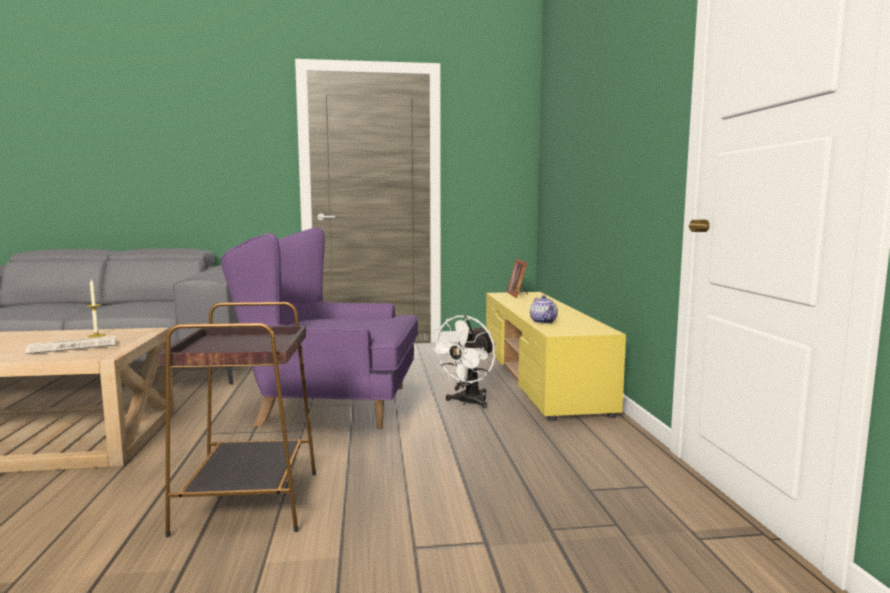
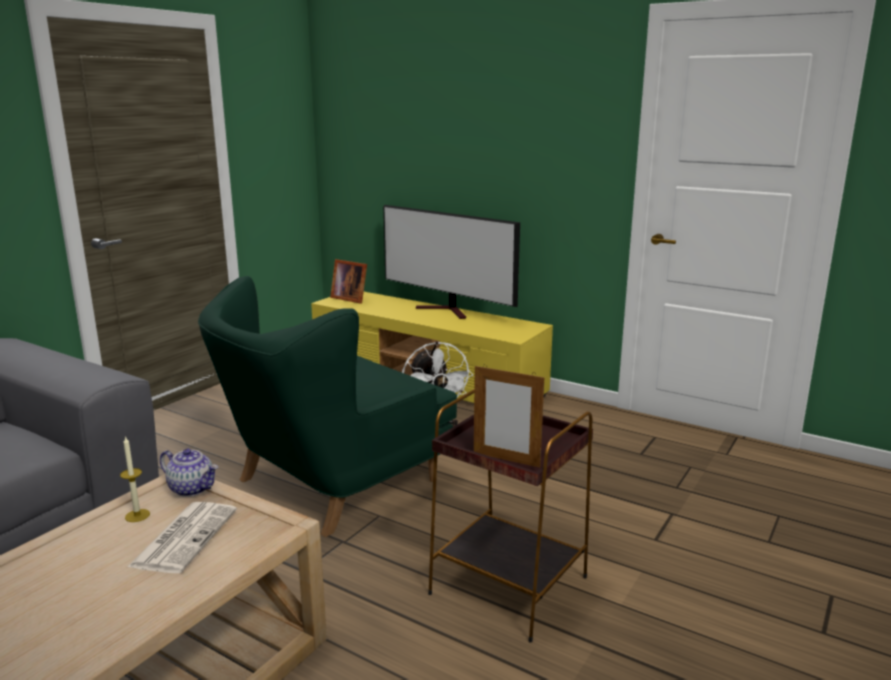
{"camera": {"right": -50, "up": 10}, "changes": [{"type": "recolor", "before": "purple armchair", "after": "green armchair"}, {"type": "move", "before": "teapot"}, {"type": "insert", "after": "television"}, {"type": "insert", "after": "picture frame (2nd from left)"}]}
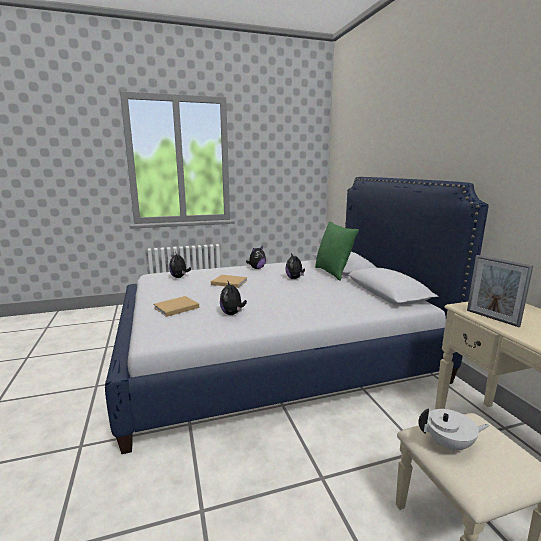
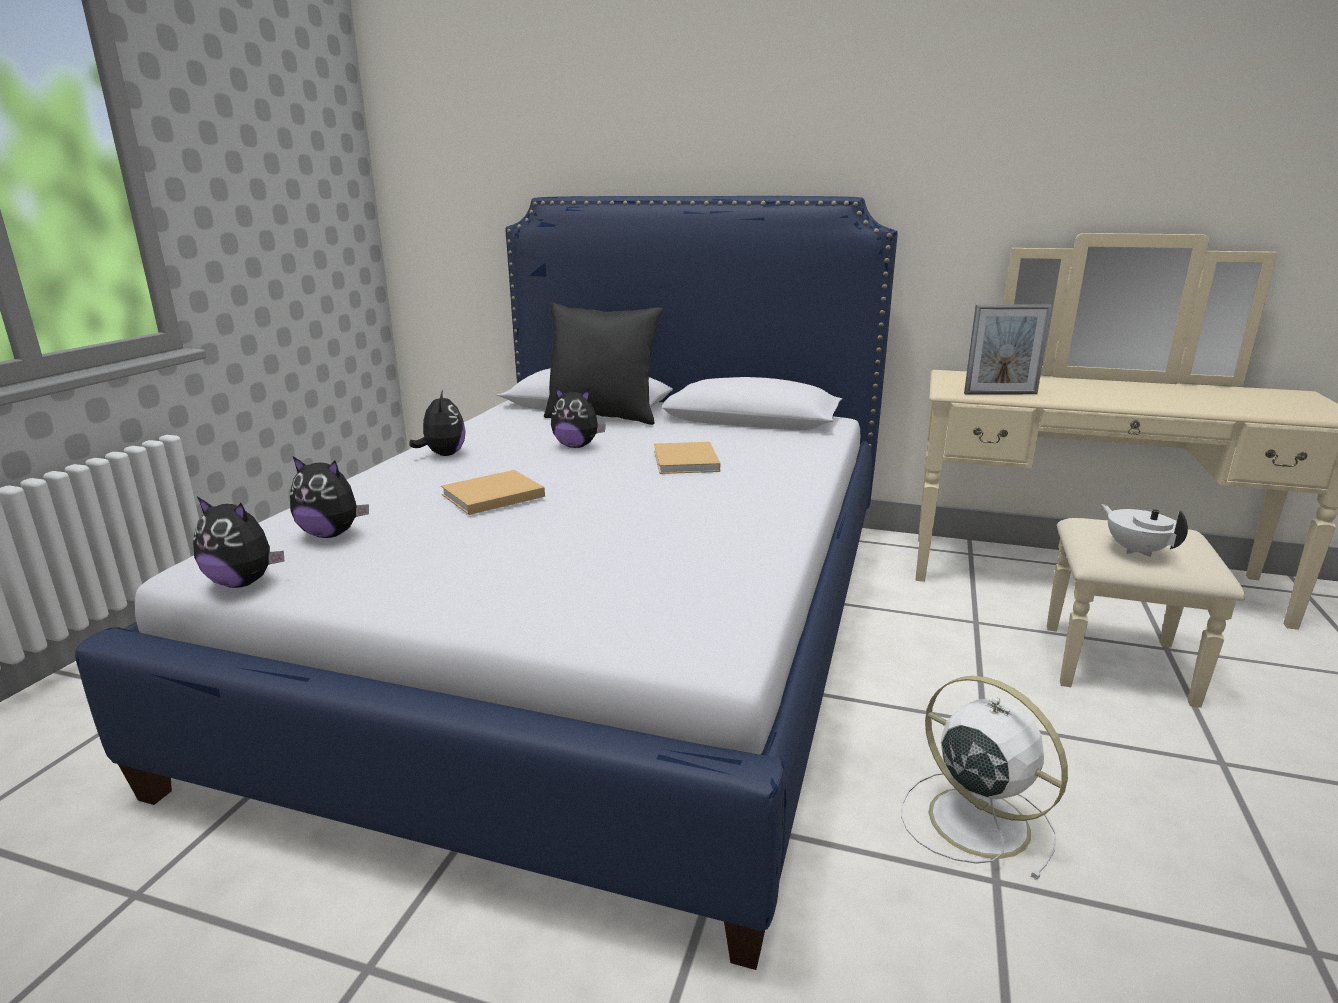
{"camera": {"right": -55, "up": 5}, "changes": [{"type": "recolor", "before": "green pillow", "after": "black pillow"}, {"type": "move", "before": "plush toy (2nd from left in the first image)", "after": "plush toy (1st from left)"}, {"type": "move", "before": "beige book (1st from left in the first image)", "after": "beige book (2nd from left)"}, {"type": "rotate", "before": "white teapot", "turn": -60}, {"type": "insert", "after": "white fan"}]}
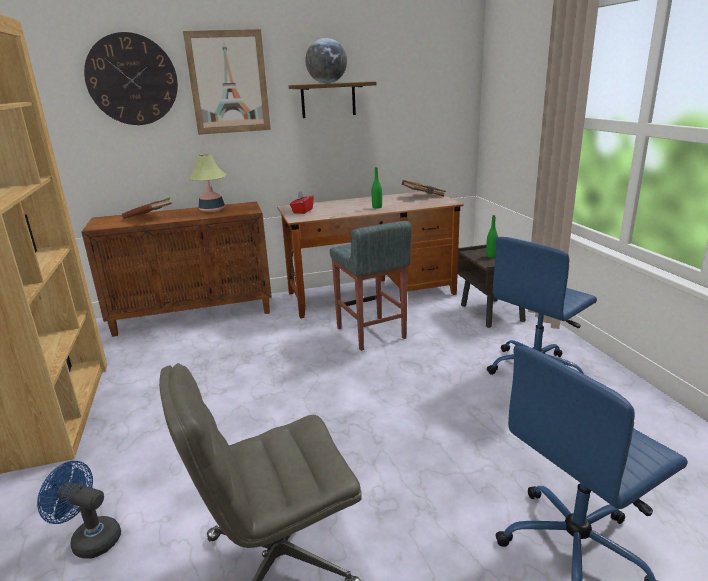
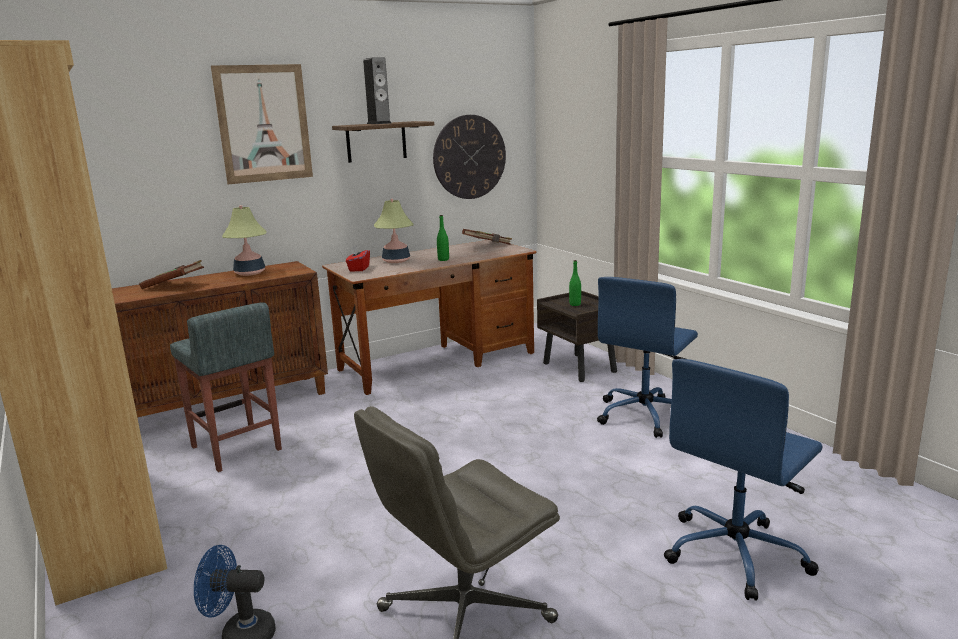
{"camera": {"right": -15, "up": -5}, "changes": [{"type": "move", "before": "wall clock"}, {"type": "replace", "before": "globe", "after": "speaker"}, {"type": "move", "before": "grey stool"}, {"type": "insert", "after": "table lamp (2nd from left)"}]}
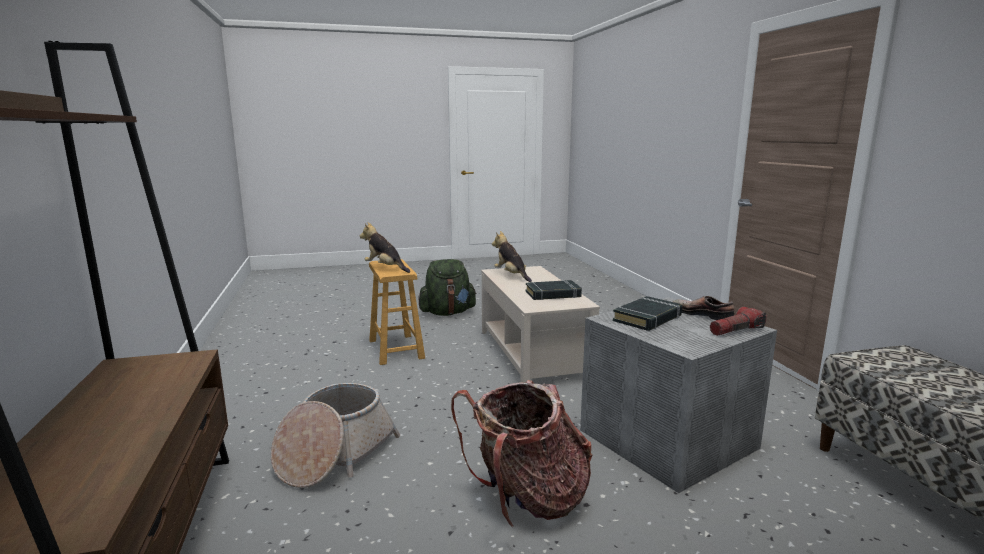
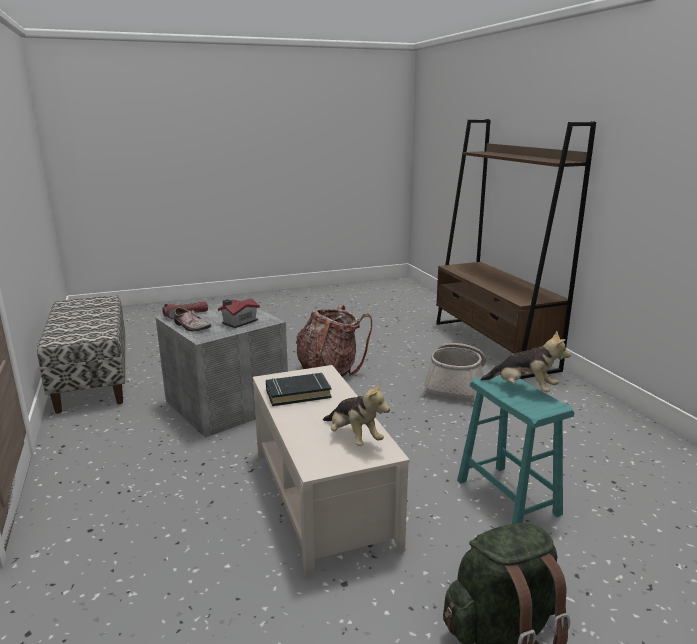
{"camera": {"right": 175, "up": 5}, "changes": [{"type": "recolor", "before": "brown stool", "after": "turquoise stool"}, {"type": "replace", "before": "black book (2nd from left)", "after": "toy house"}]}
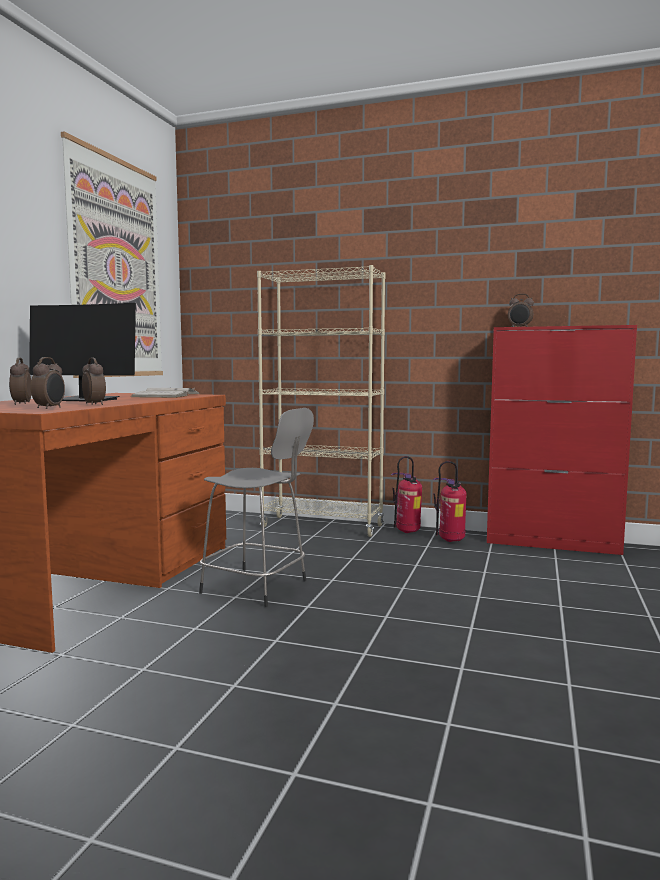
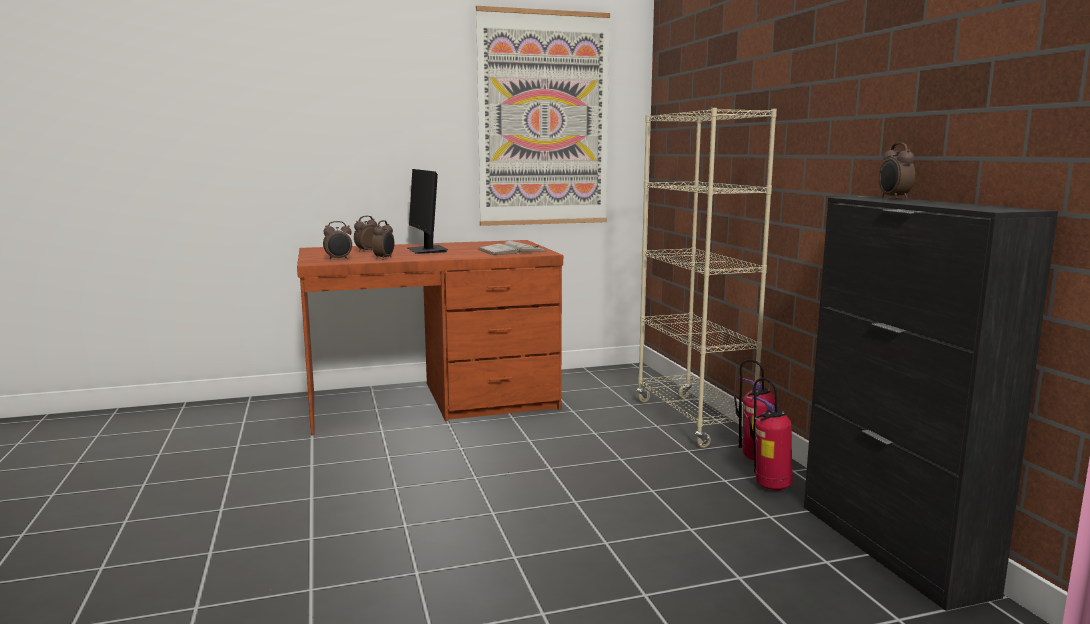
{"camera": {"right": 55, "up": 5}, "changes": [{"type": "recolor", "before": "red cabinet", "after": "black cabinet"}, {"type": "delete", "before": "grey stool"}]}
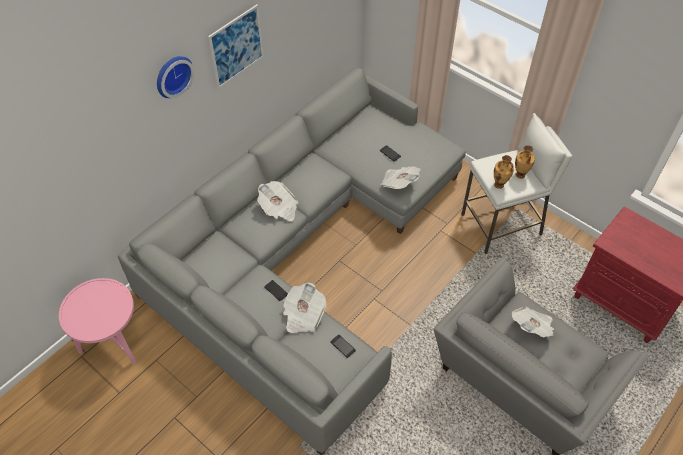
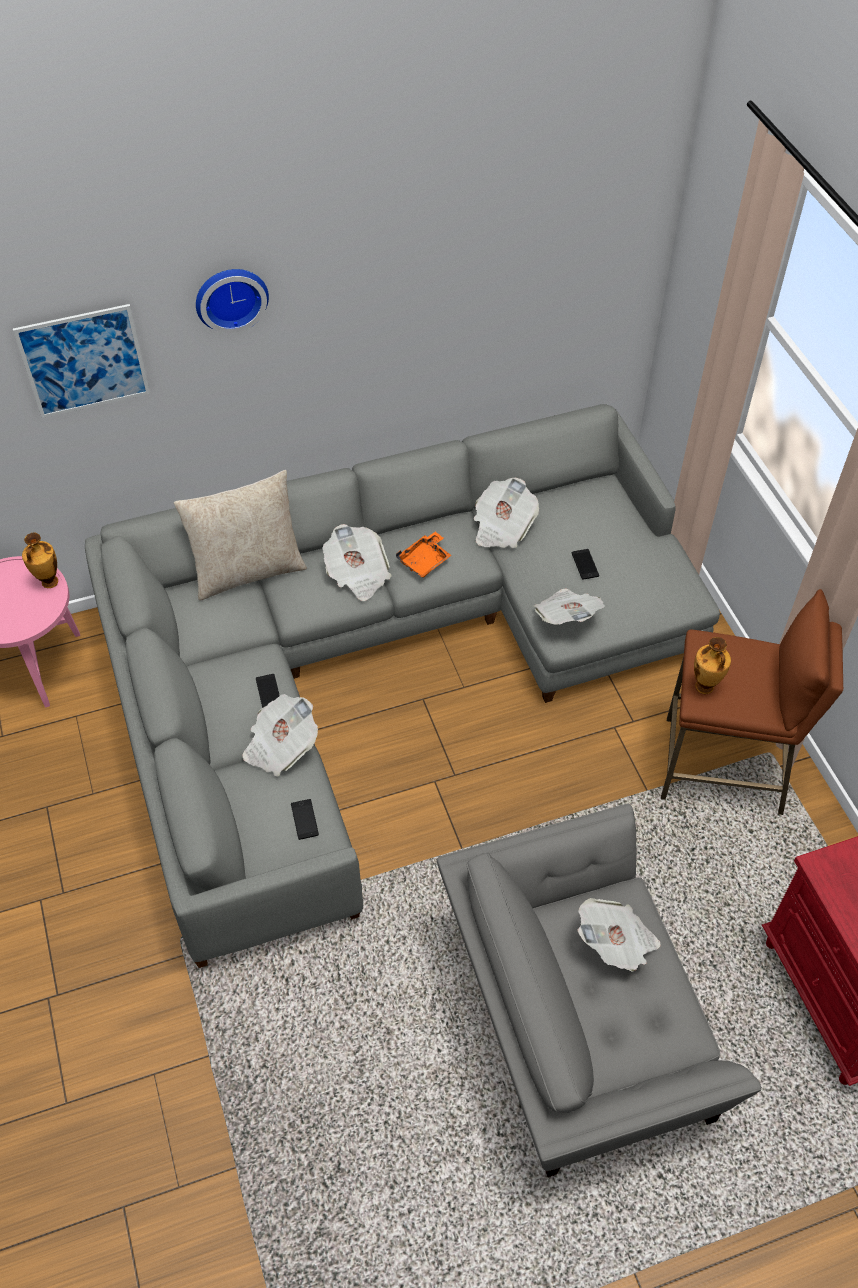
{"camera": {"right": 30, "up": 0}, "changes": [{"type": "move", "before": "picture"}, {"type": "recolor", "before": "white stool", "after": "brown stool"}, {"type": "move", "before": "vase (2nd from left in the first image)", "after": "vase (1st from left)"}, {"type": "insert", "after": "beige pillow"}, {"type": "insert", "after": "newspaper (3rd from left)"}, {"type": "insert", "after": "orange tray"}]}
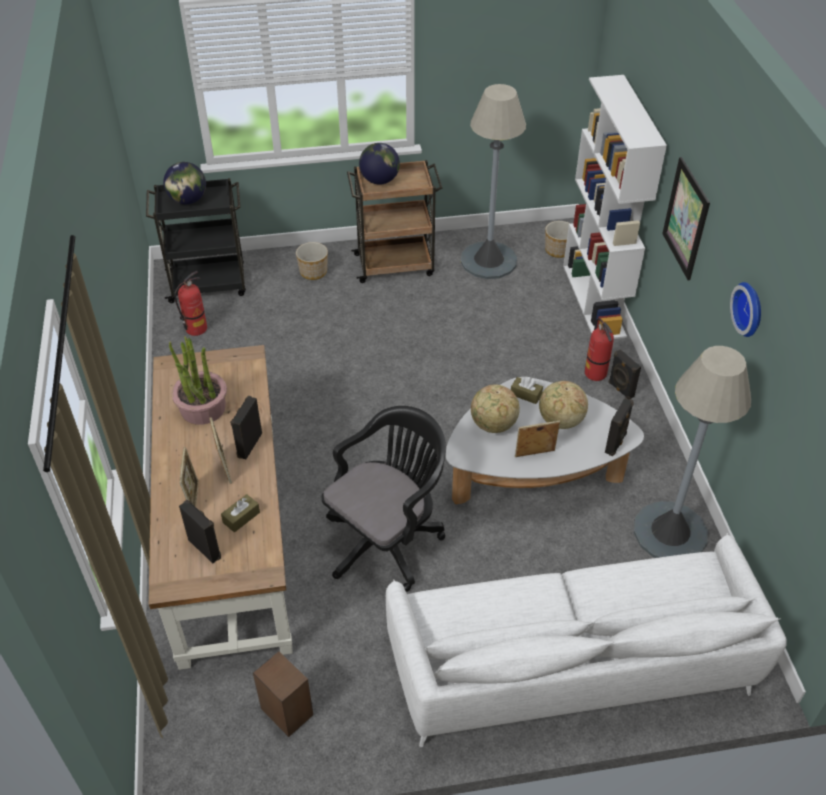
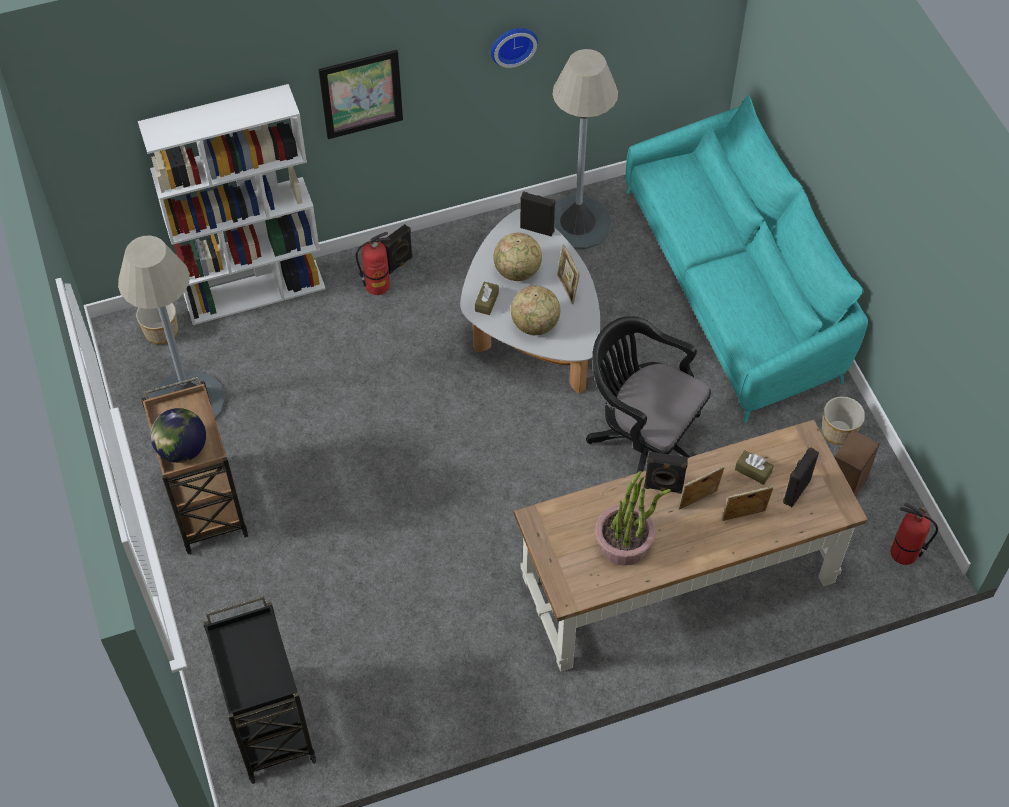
{"camera": {"right": -100, "up": 10}, "changes": [{"type": "delete", "before": "globe (1st from left)"}, {"type": "move", "before": "planter (1st from left in the first image)", "after": "planter (2nd from left)"}, {"type": "move", "before": "fire extinguisher (1st from left in the first image)", "after": "fire extinguisher (2nd from left)"}, {"type": "recolor", "before": "white sofa", "after": "turquoise sofa"}]}
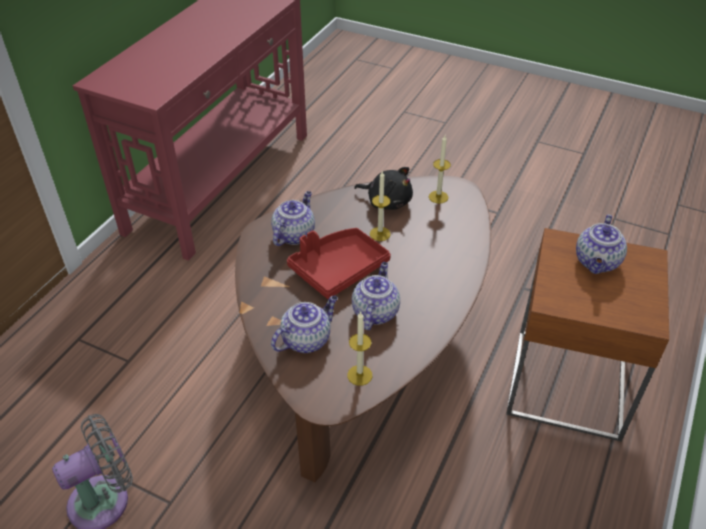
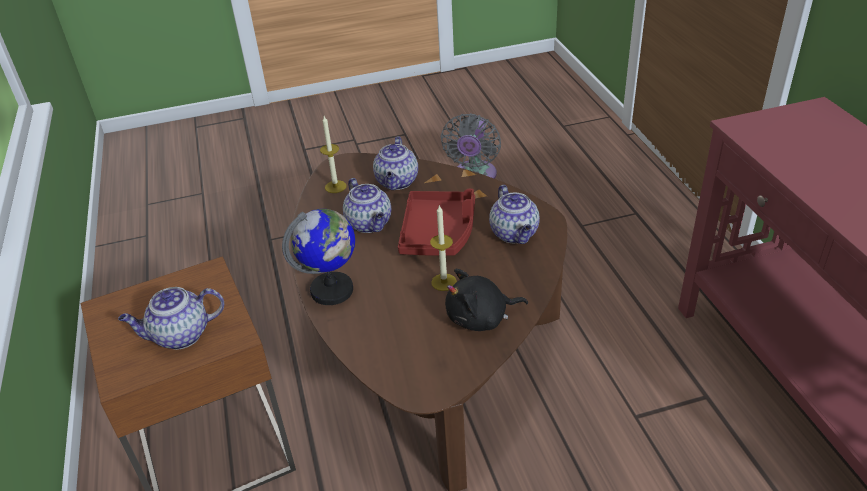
{"camera": {"right": 140, "up": -5}, "changes": [{"type": "delete", "before": "candle (3rd from left)"}, {"type": "rotate", "before": "teapot (4th from left in the first image)", "turn": -90}, {"type": "insert", "after": "globe"}]}
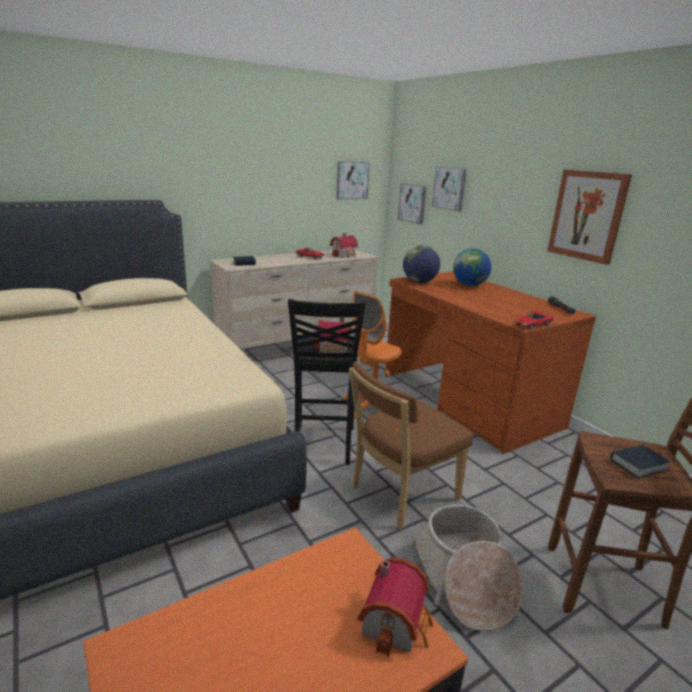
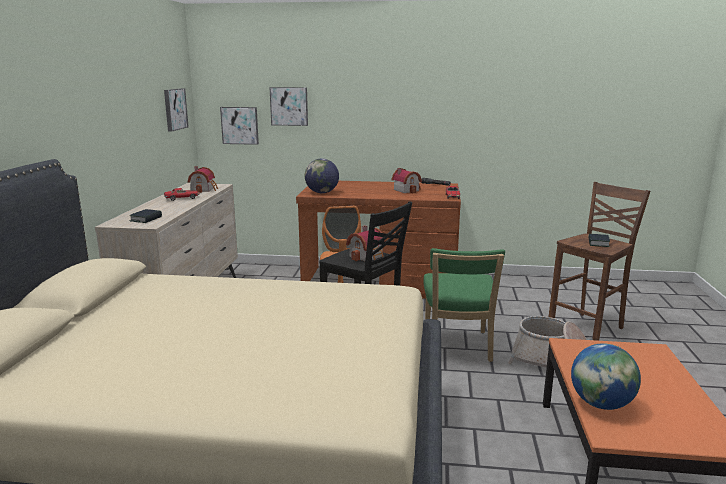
{"camera": {"right": -50, "up": -5}, "changes": [{"type": "delete", "before": "picture (4th from left)"}, {"type": "move", "before": "globe (2nd from left)"}, {"type": "recolor", "before": "brown chair", "after": "green chair"}, {"type": "move", "before": "toy house (3rd from left)"}]}
